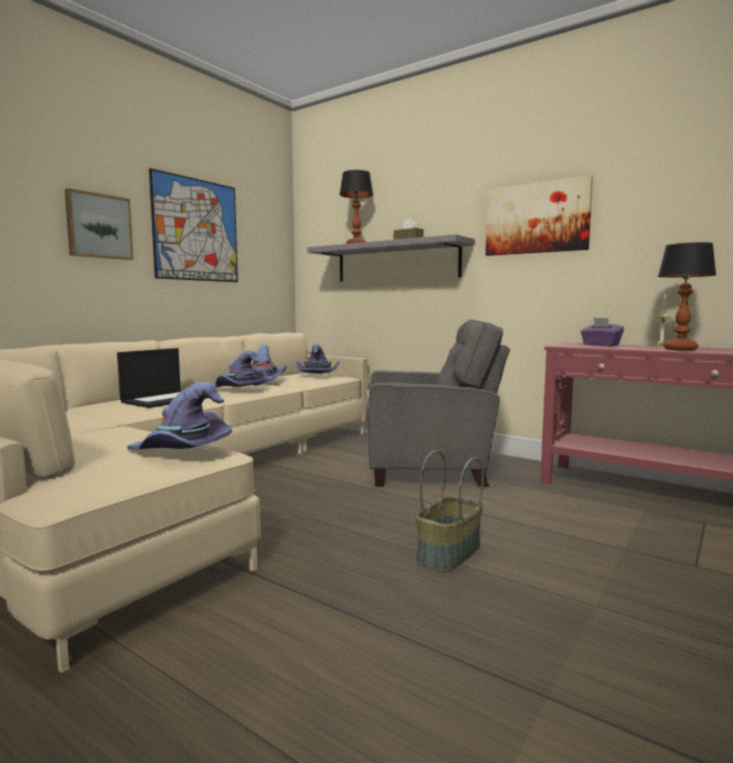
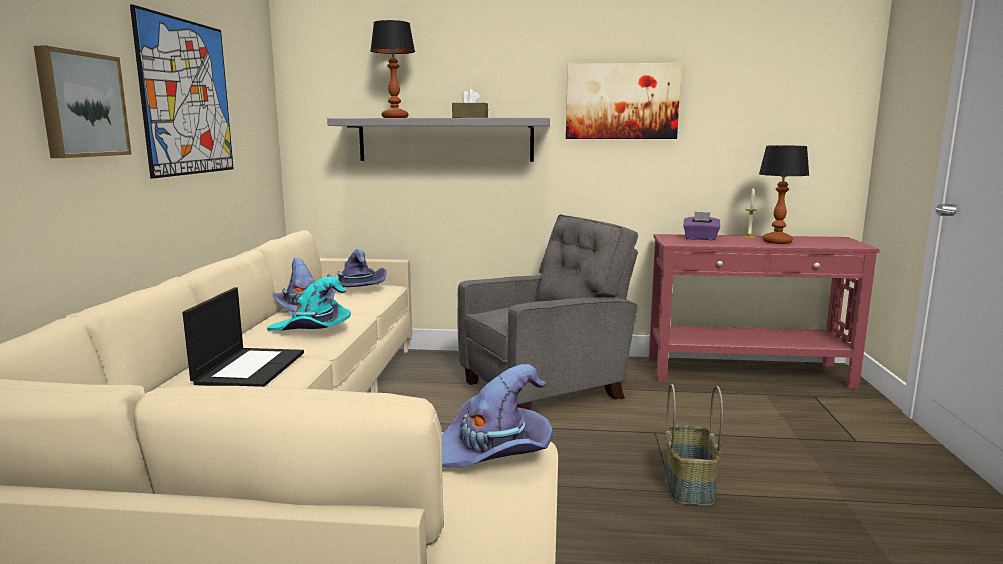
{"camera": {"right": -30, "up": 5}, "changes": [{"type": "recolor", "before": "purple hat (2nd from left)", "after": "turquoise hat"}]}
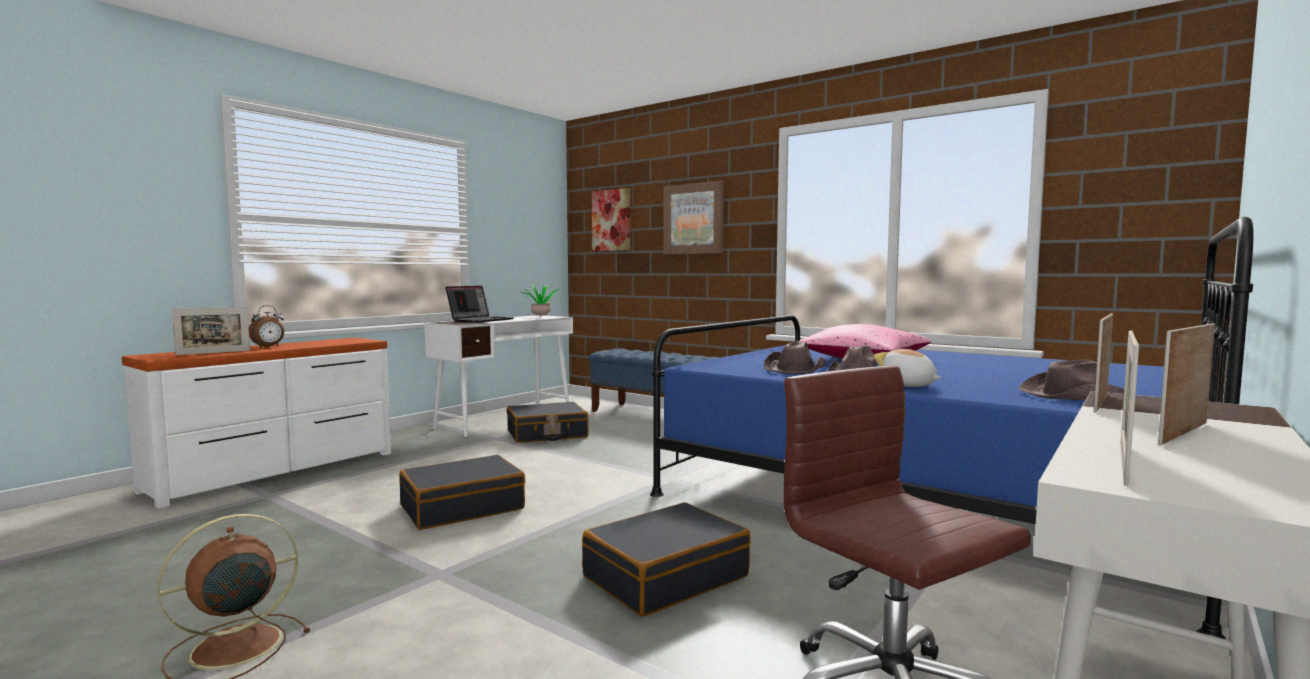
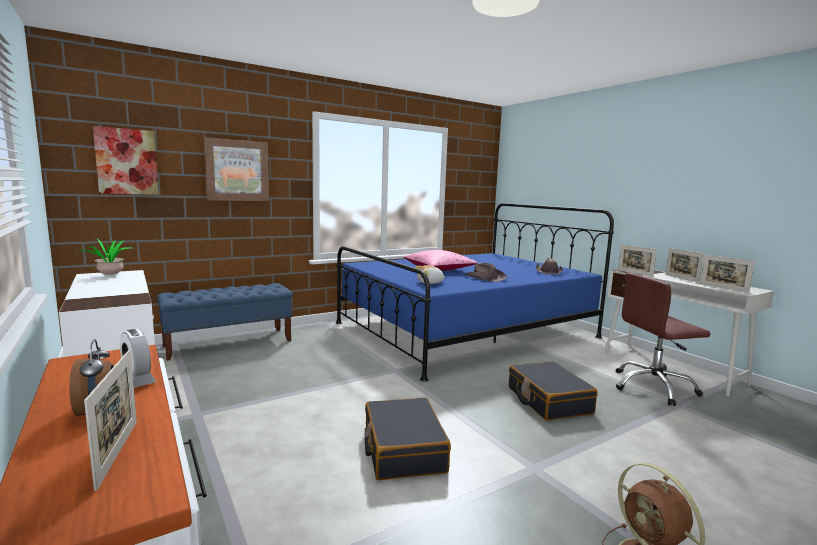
{"camera": {"right": -70, "up": 5}, "changes": [{"type": "delete", "before": "laptop"}, {"type": "delete", "before": "brown hat (1st from left)"}, {"type": "move", "before": "plush toy"}, {"type": "delete", "before": "black suitcase (2nd from left)"}, {"type": "insert", "after": "alarm clock (2nd from left)"}]}
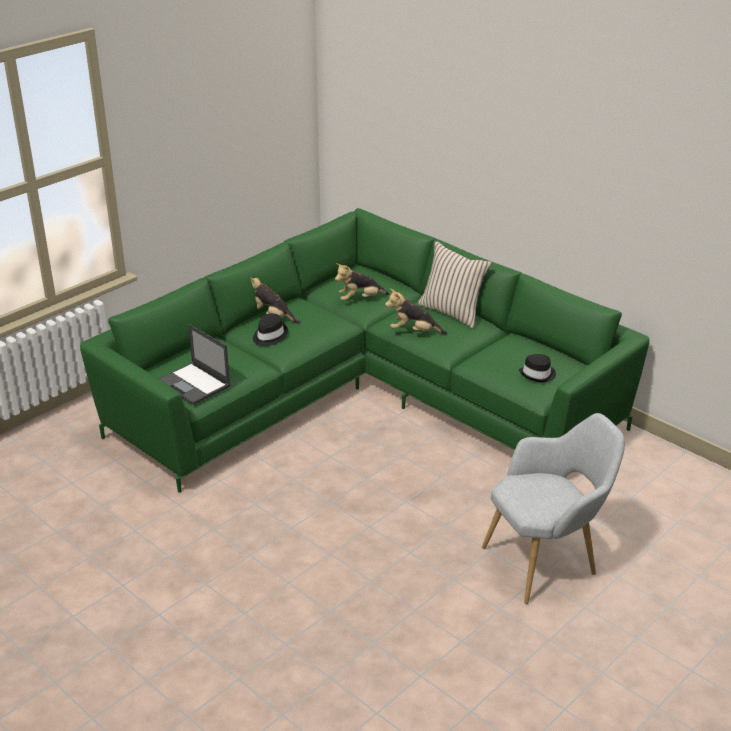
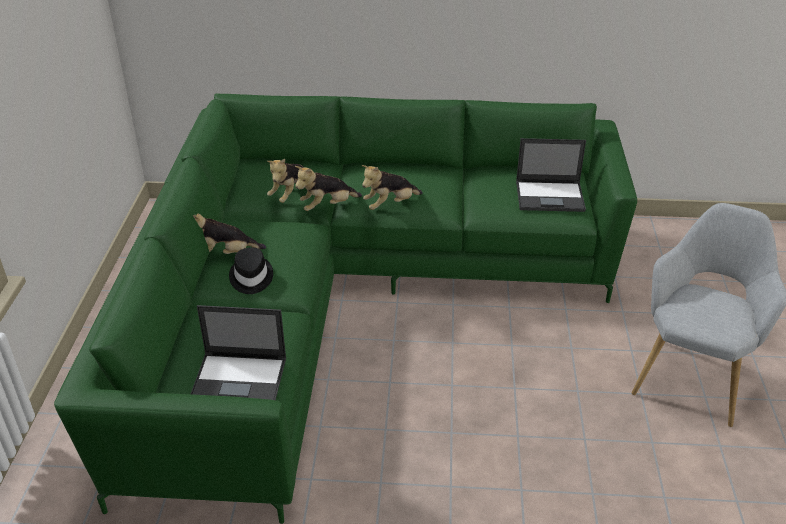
{"camera": {"right": -40, "up": 5}, "changes": [{"type": "delete", "before": "beige pillow"}, {"type": "replace", "before": "black hat (2nd from left)", "after": "laptop (2nd from left)"}, {"type": "insert", "after": "plush toy (3rd from left)"}]}
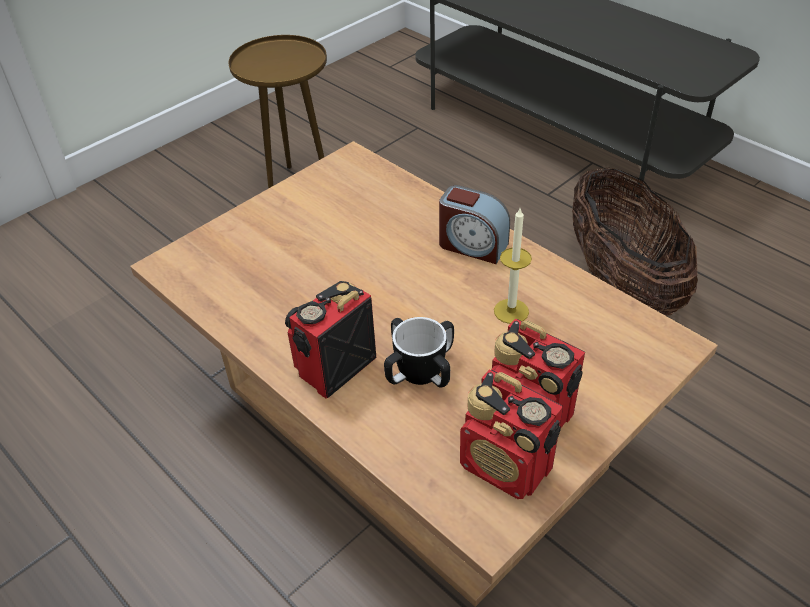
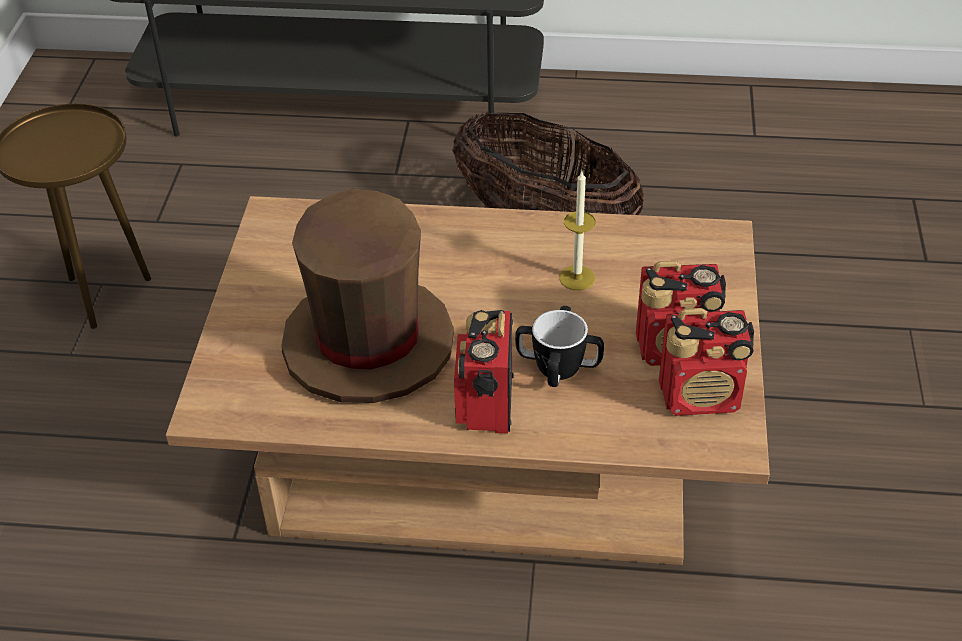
{"camera": {"right": -40, "up": 0}, "changes": [{"type": "delete", "before": "alarm clock"}, {"type": "insert", "after": "brown hat"}]}
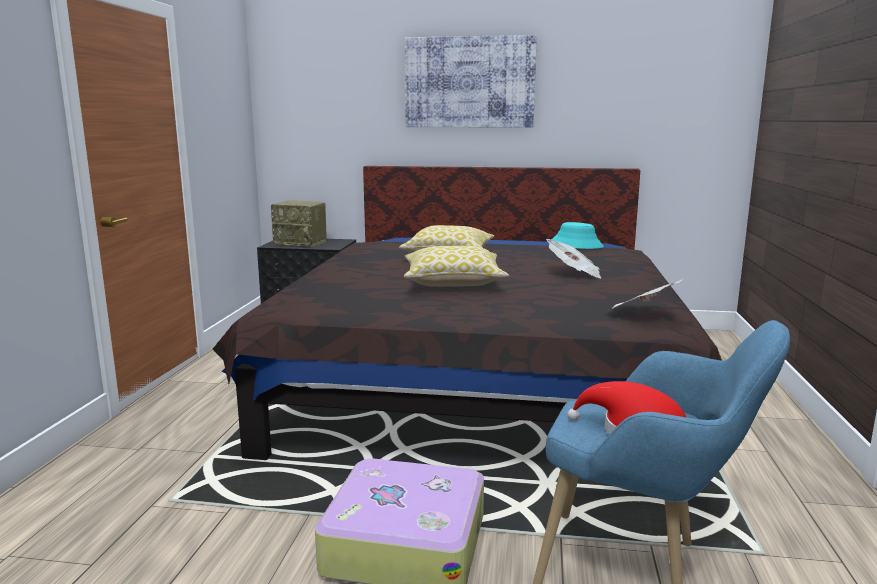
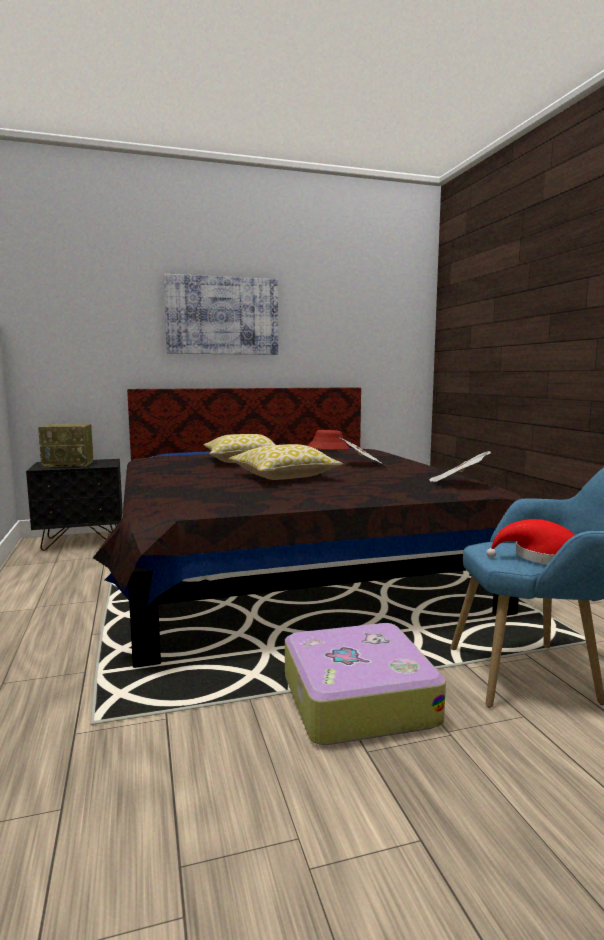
{"camera": {"right": -25, "up": -5}, "changes": [{"type": "recolor", "before": "turquoise hat", "after": "red hat (1st from left)"}]}
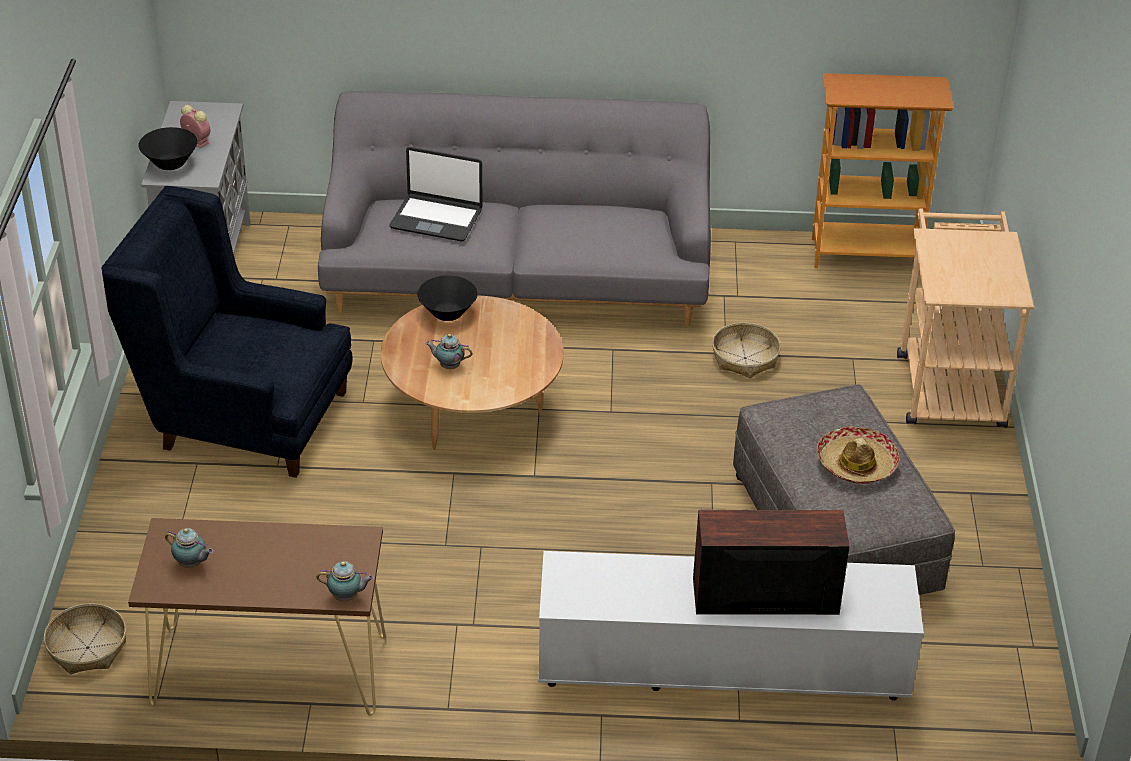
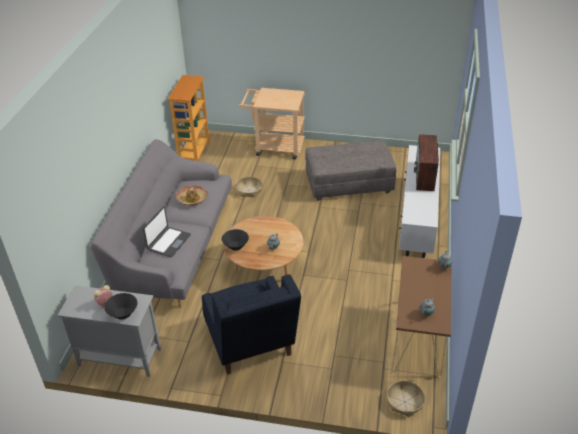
{"camera": {"right": -80, "up": 0}, "changes": [{"type": "rotate", "before": "blue armchair", "turn": -45}, {"type": "move", "before": "hat"}]}
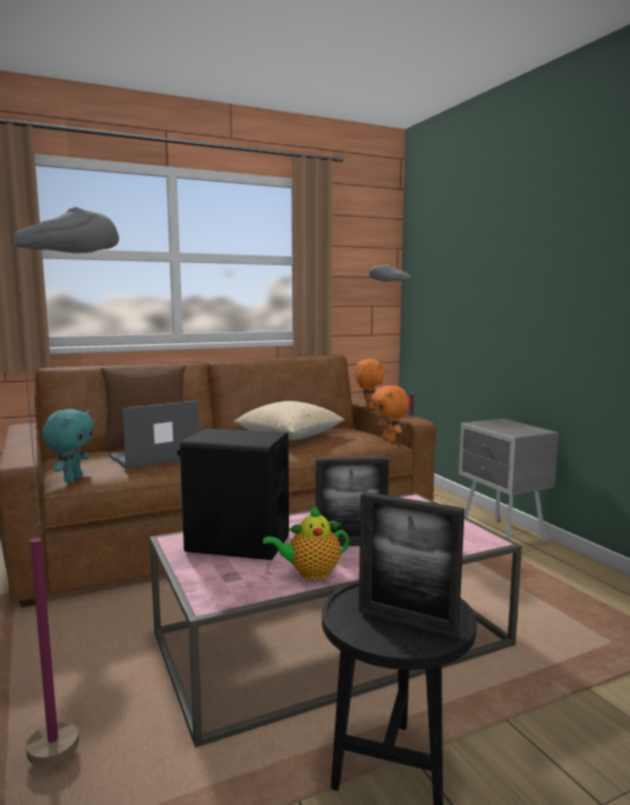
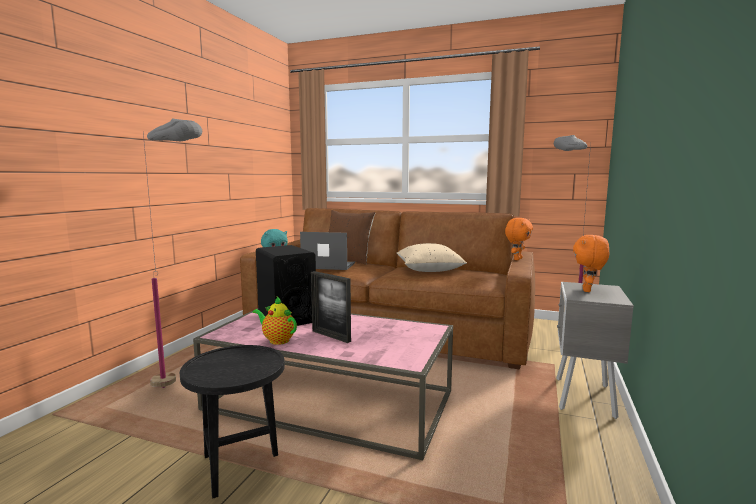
{"camera": {"right": 45, "up": 0}, "changes": [{"type": "move", "before": "orange plush toy (2nd from left)"}, {"type": "delete", "before": "picture frame (2nd from left)"}]}
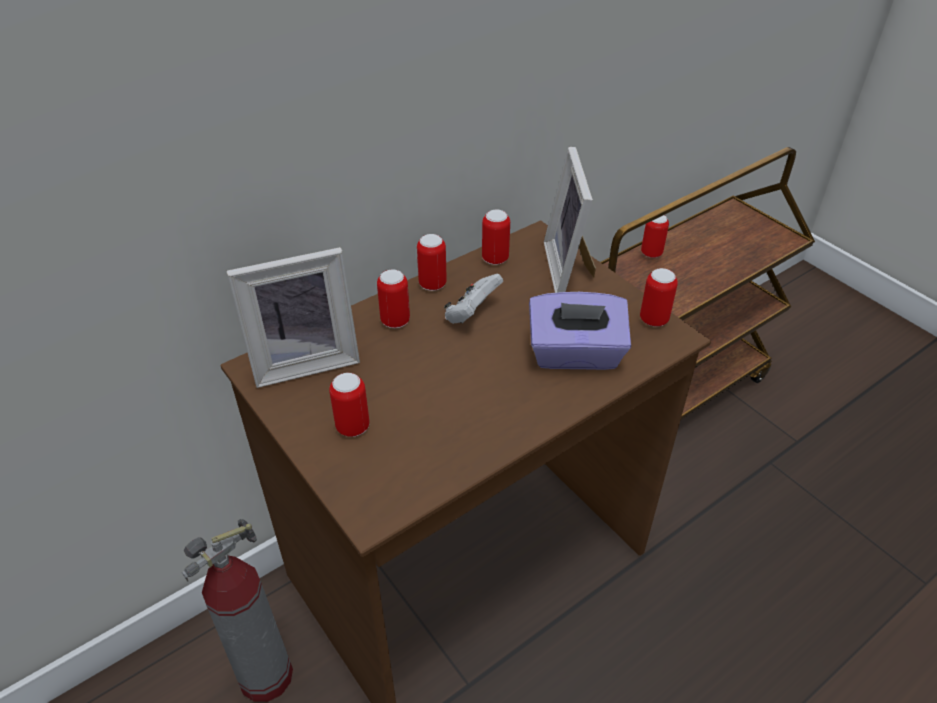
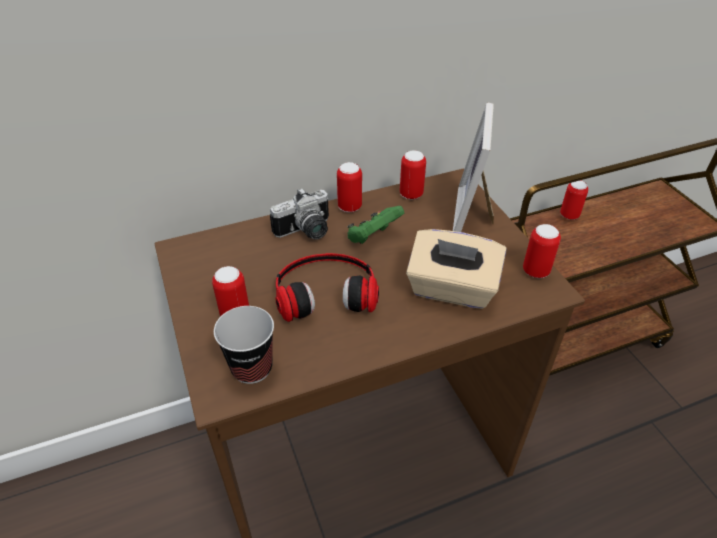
{"camera": {"right": 15, "up": 0}, "changes": [{"type": "delete", "before": "picture frame (1st from left)"}, {"type": "replace", "before": "can (2nd from left)", "after": "photo camera"}, {"type": "recolor", "before": "white game controller", "after": "green game controller"}, {"type": "recolor", "before": "purple tissue box", "after": "beige tissue box"}, {"type": "delete", "before": "fire extinguisher"}, {"type": "insert", "after": "headphones"}, {"type": "insert", "after": "cup"}]}
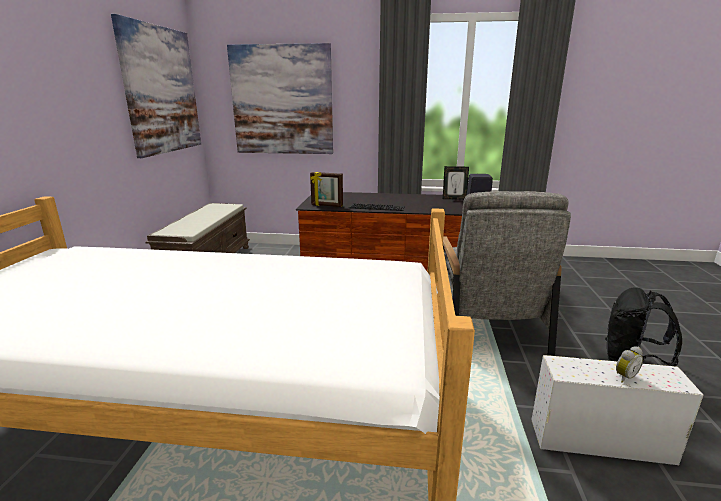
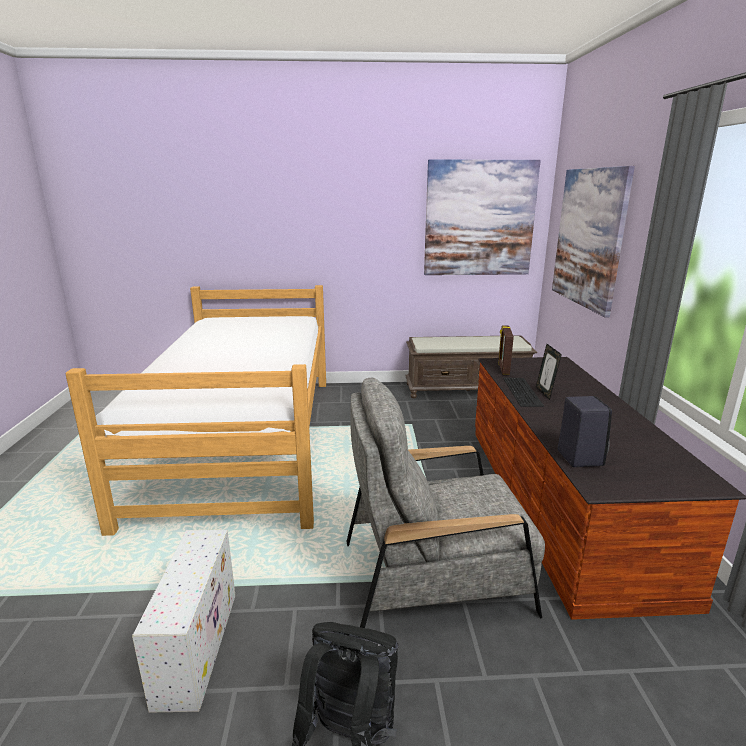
{"camera": {"right": 80, "up": 0}, "changes": [{"type": "move", "before": "picture frame (2nd from left)"}, {"type": "delete", "before": "alarm clock"}]}
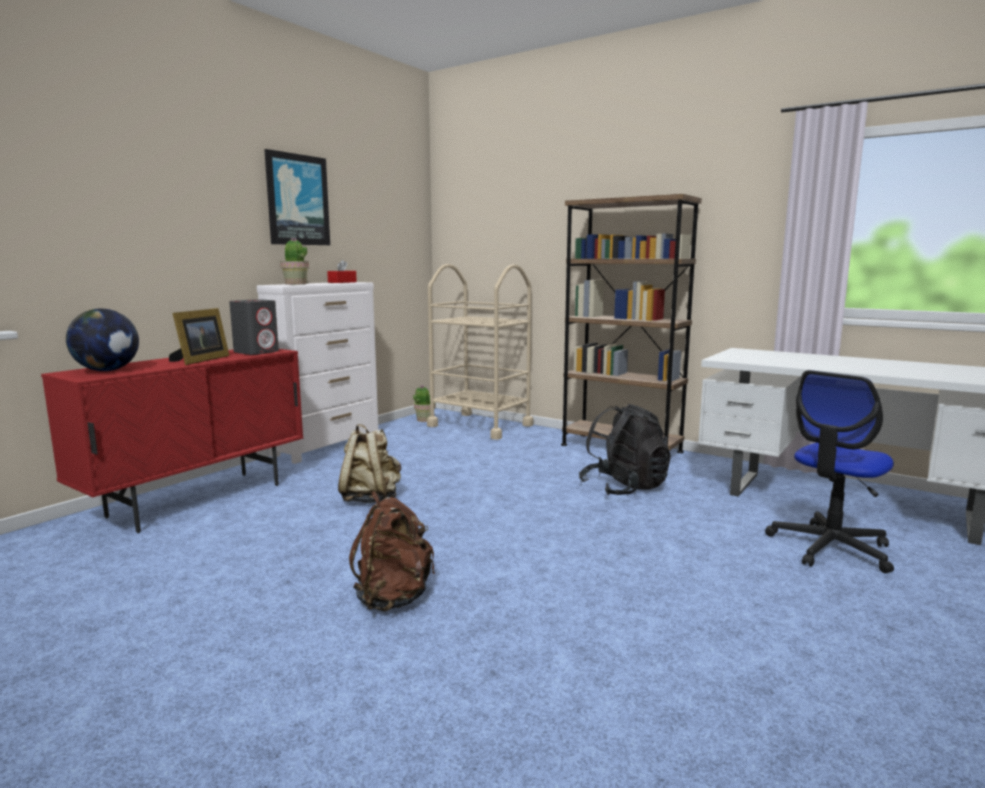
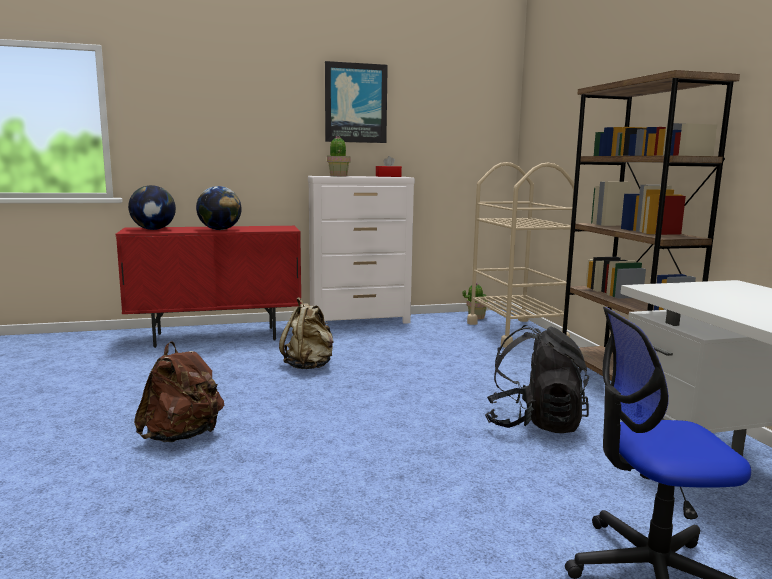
{"camera": {"right": 40, "up": 0}, "changes": [{"type": "delete", "before": "grey speaker"}, {"type": "replace", "before": "picture frame", "after": "globe (2nd from left)"}]}
